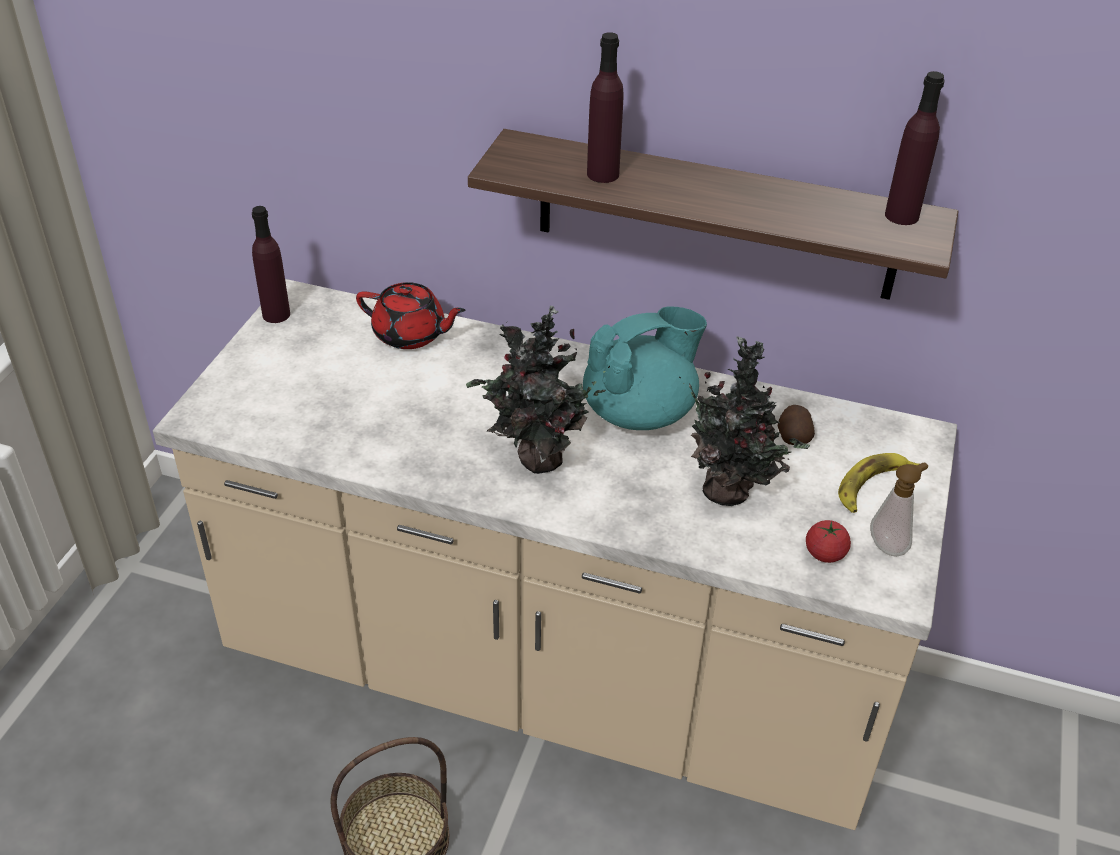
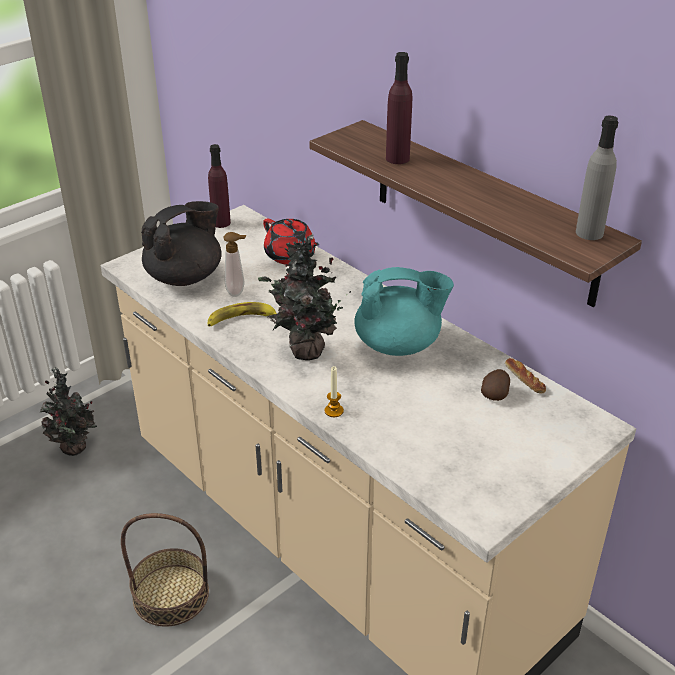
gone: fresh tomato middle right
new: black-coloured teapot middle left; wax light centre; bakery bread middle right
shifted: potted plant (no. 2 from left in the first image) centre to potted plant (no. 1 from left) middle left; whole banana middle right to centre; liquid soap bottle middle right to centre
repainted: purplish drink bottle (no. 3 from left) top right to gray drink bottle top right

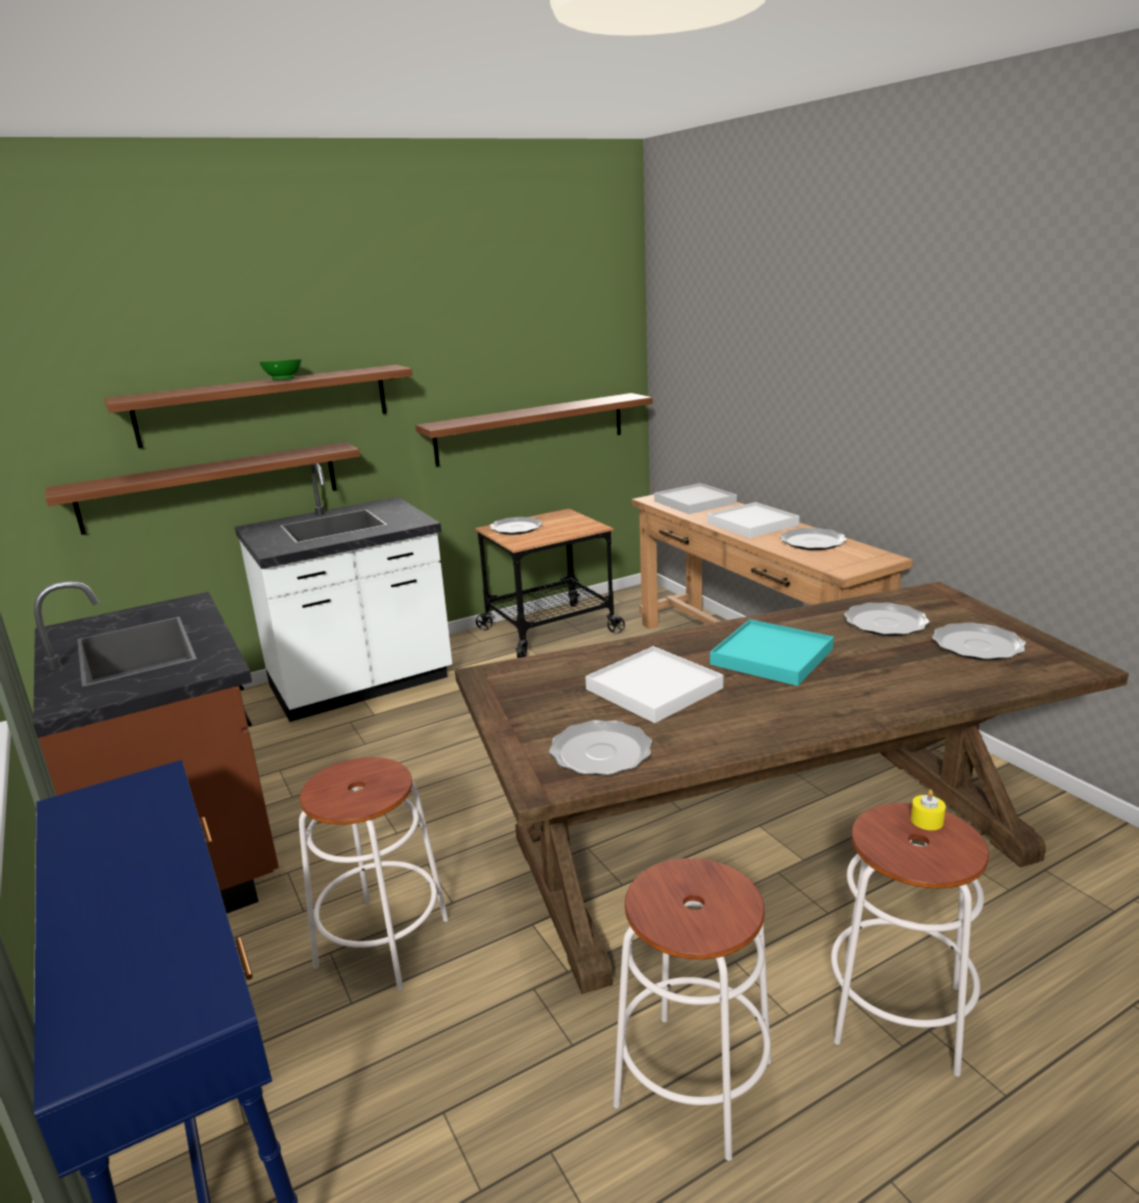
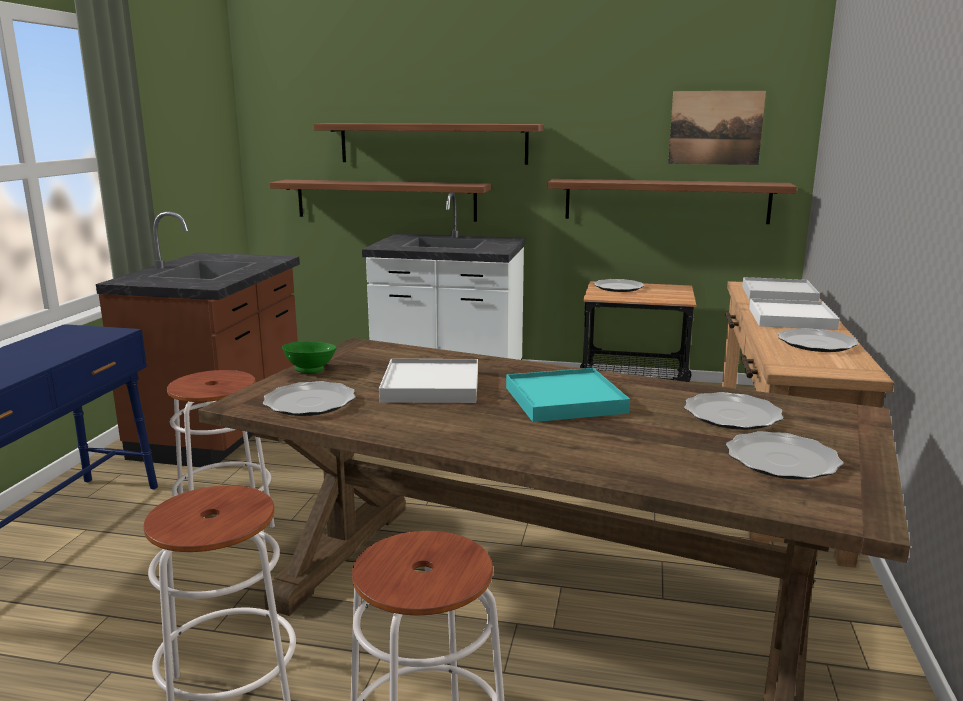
gone: yellow-coloured wax light bottom right
new: wall art top right
shifted: greenish serving bowl top left to middle left

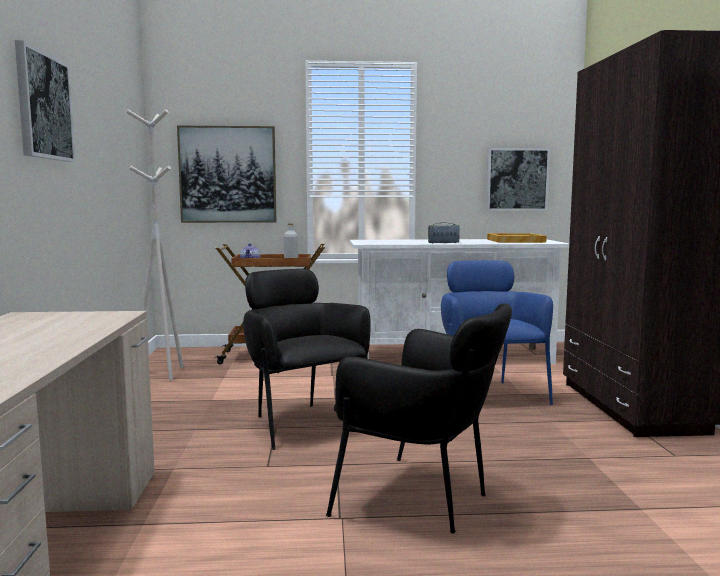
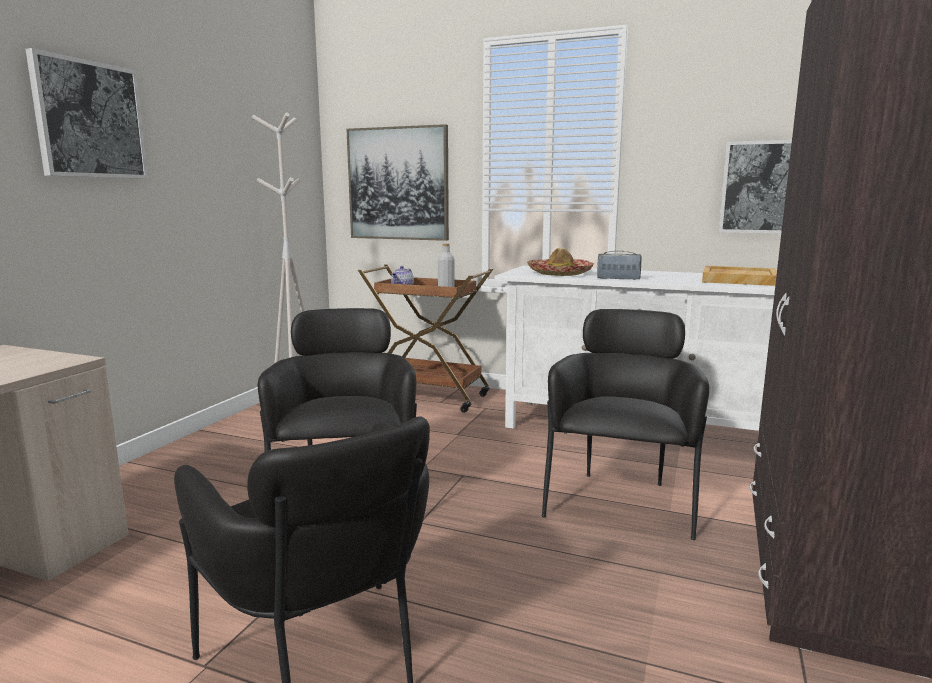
new: clothing hat centre
repainted: blue-coloured easy chair middle right to black-coloured easy chair (no. 3 from left) middle right

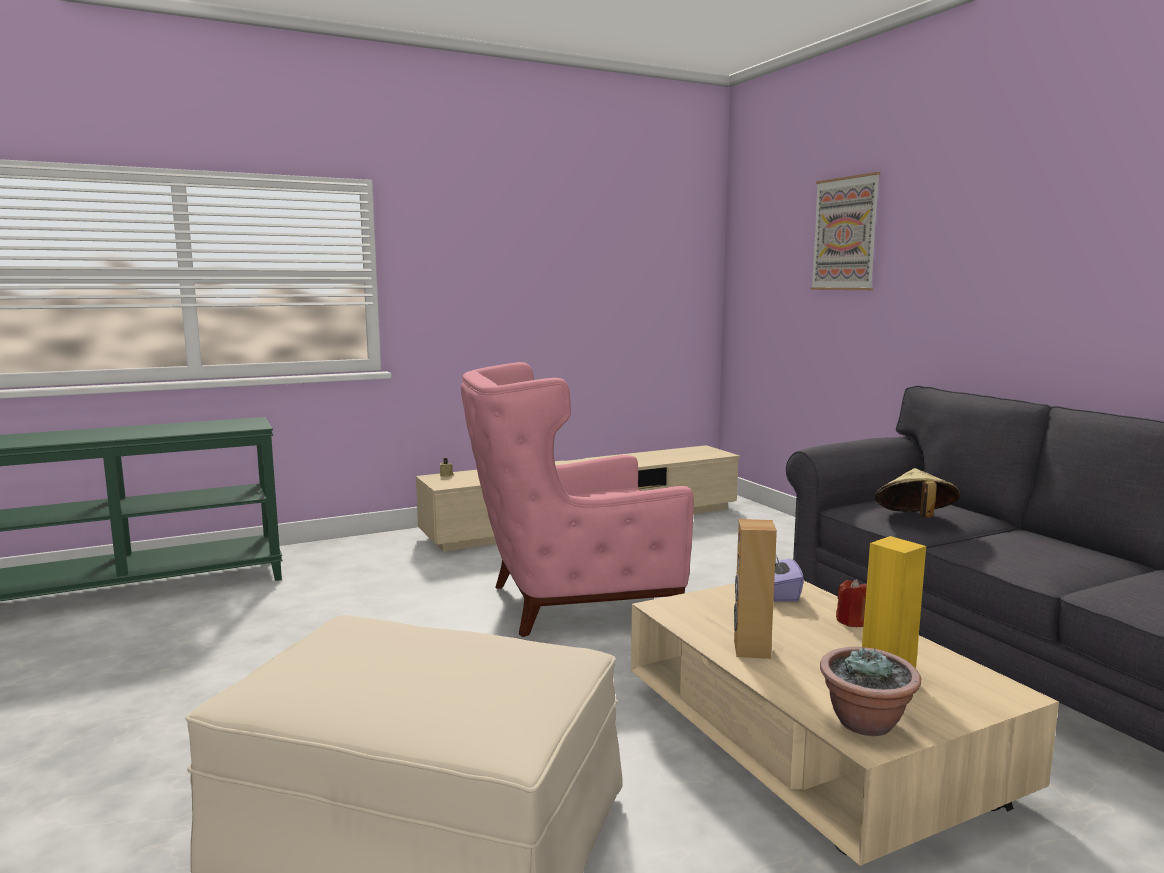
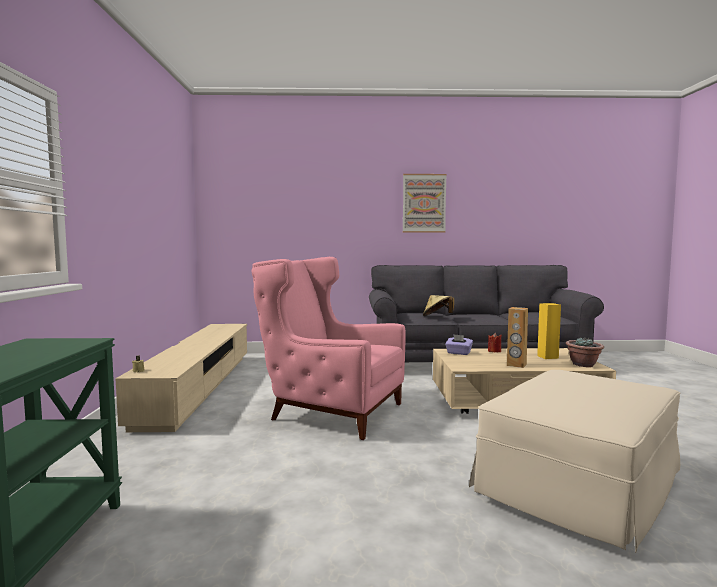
shifted: wall art top right to centre
rotated: pink-coloured easy chair centre = centre 105 degrees clockwise

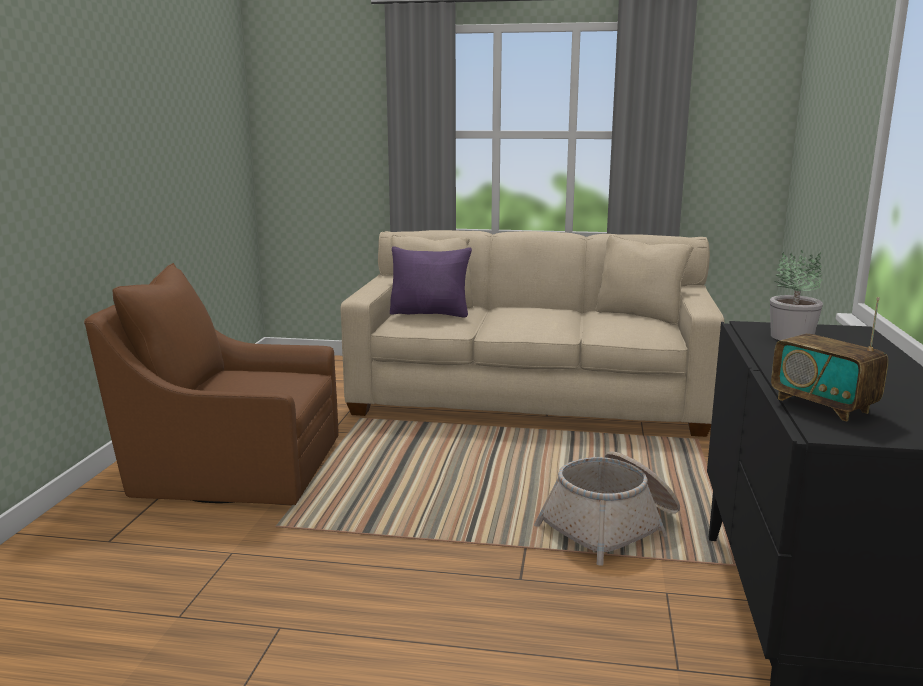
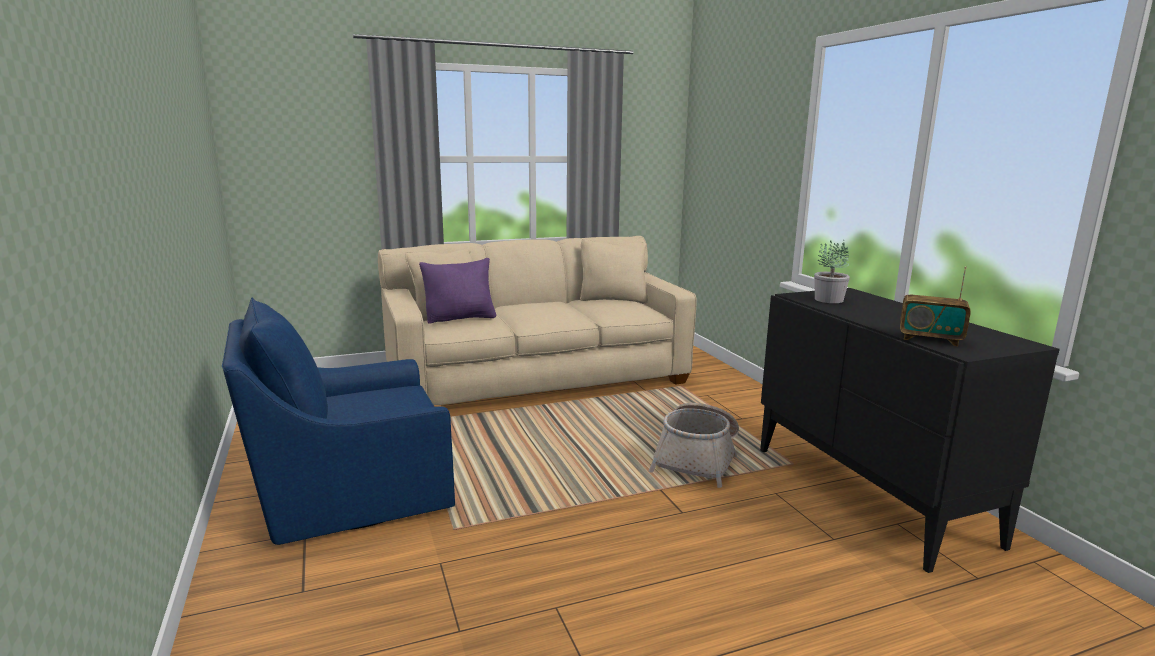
repainted: brown-coloured easy chair middle left to blue-coloured easy chair middle left

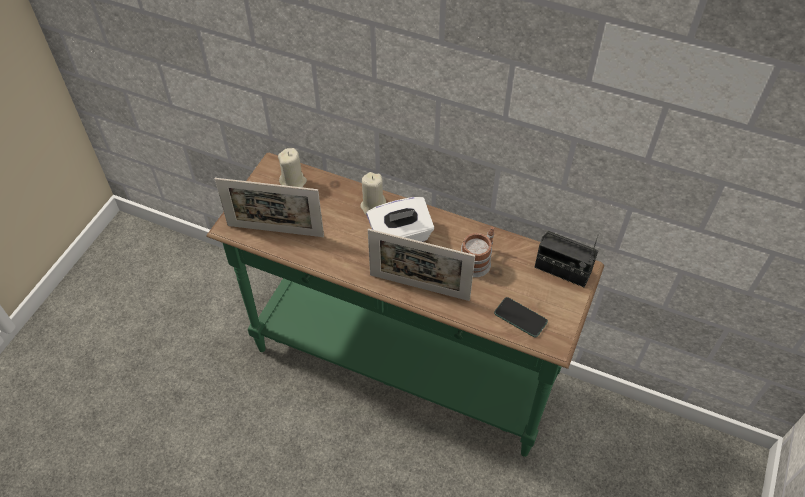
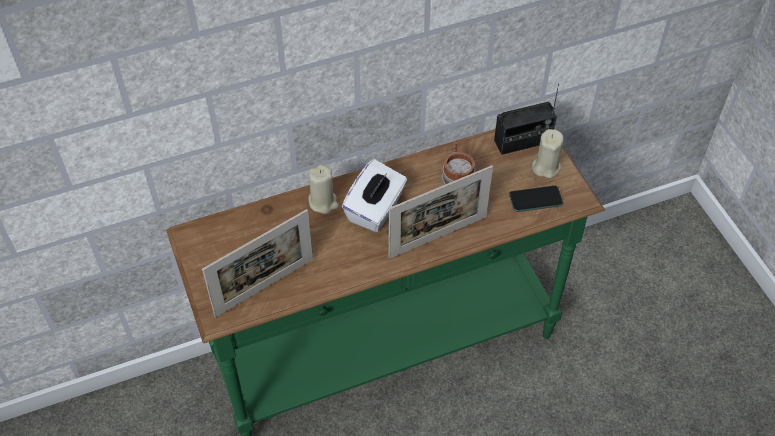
shifted: beige-coloured wax light (no. 1 from left in the first image) centre to beige-coloured wax light (no. 2 from left) middle right

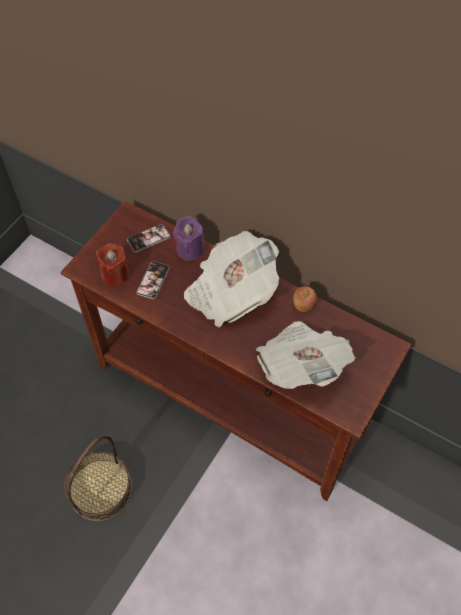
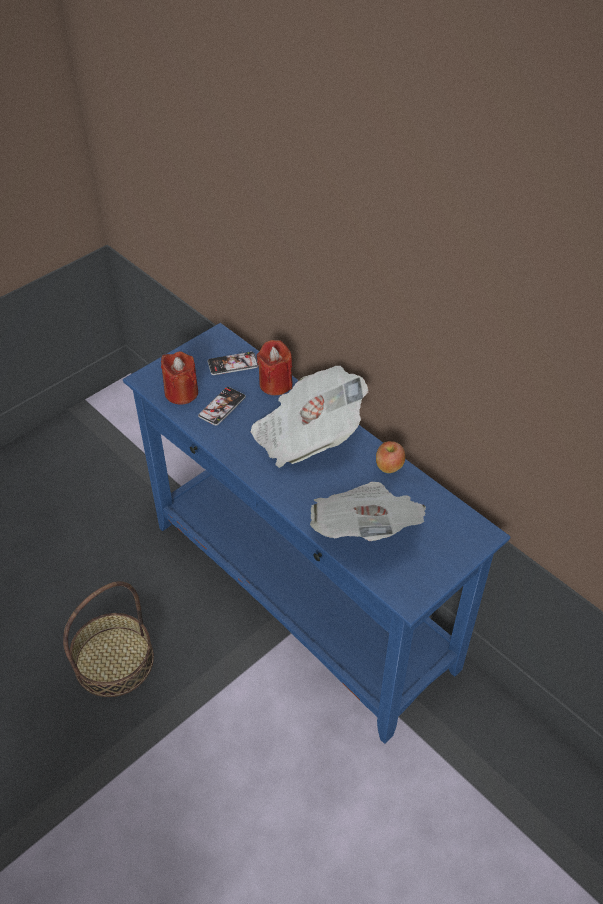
repainted: brown-coloured narrow table centre to blue-coloured narrow table centre; purplish wax light centre to reddish wax light (no. 2 from left) centre

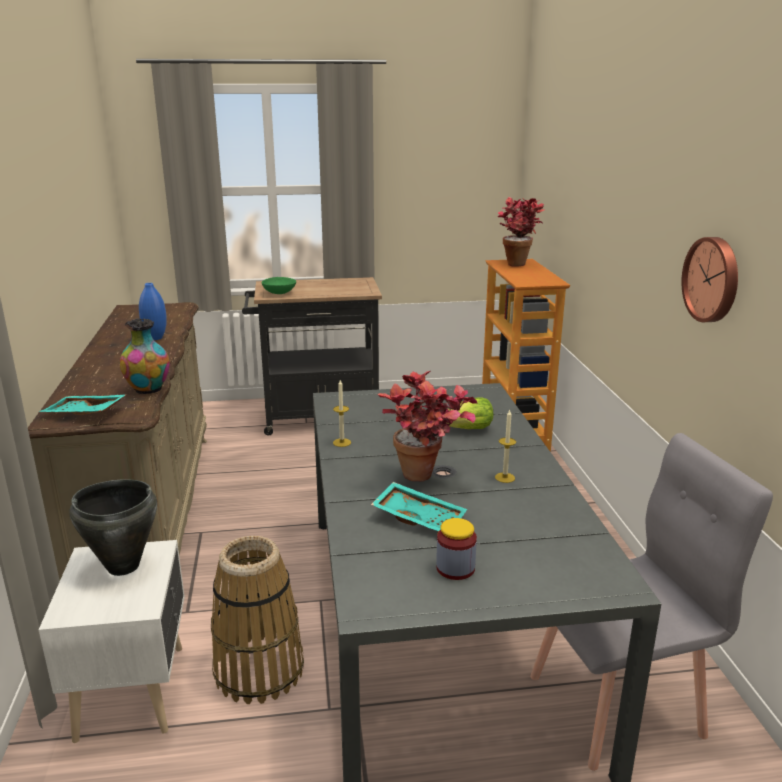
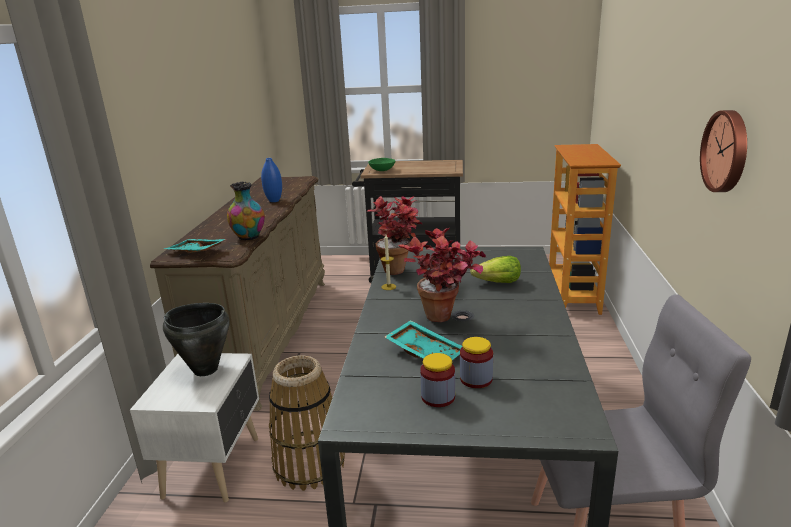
gone: wax light (no. 2 from left) centre
new: preserve jar (no. 2 from left) bottom centre
shifted: potted plant (no. 2 from left in the first image) top centre to potted plant (no. 1 from left) centre

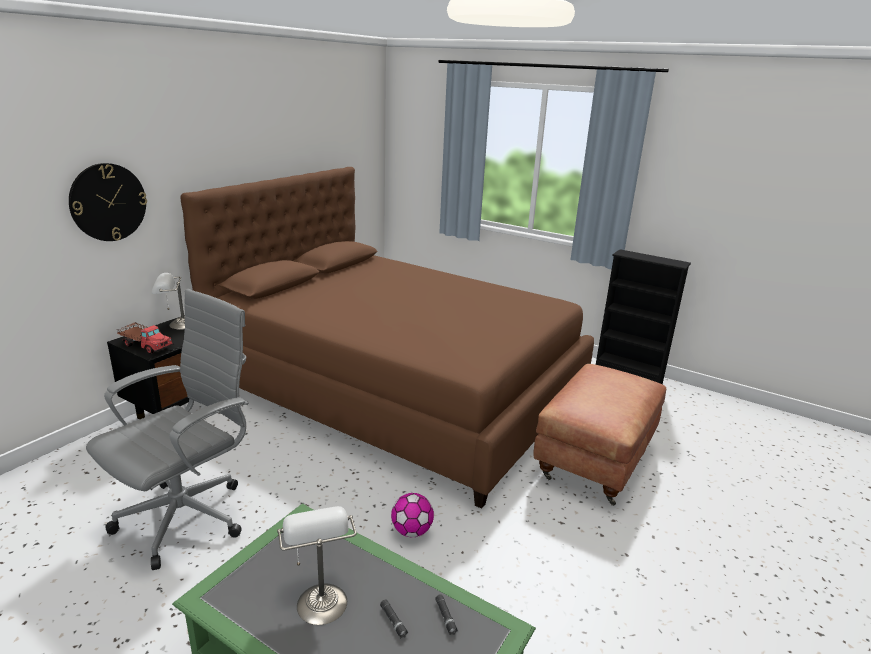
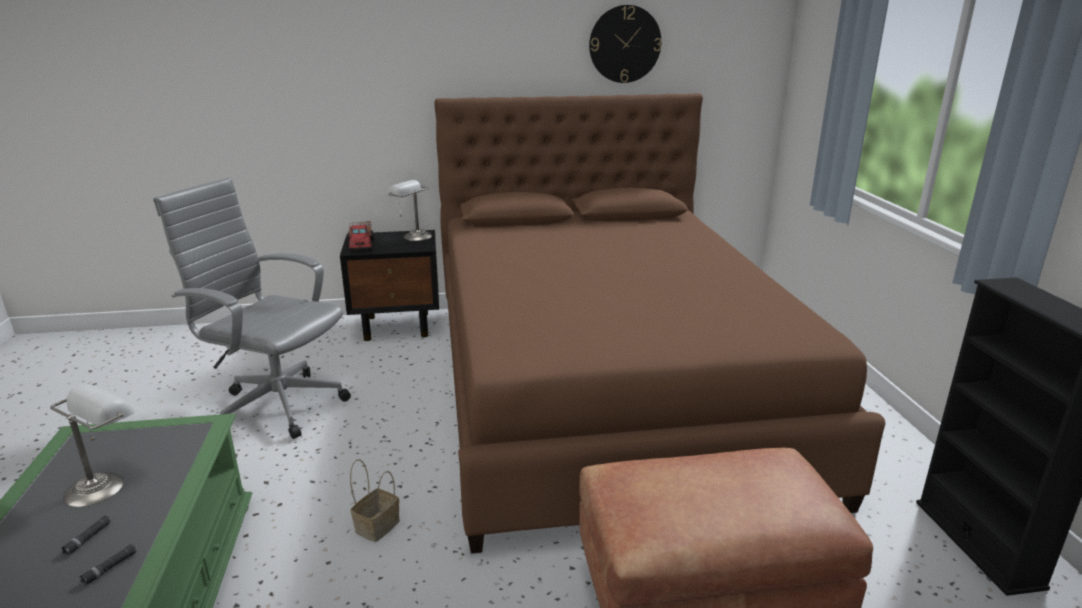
shifted: hanging clock top left to top centre
swapped: football bottom centre to household basket bottom centre
rotated: gray office chair middle left = middle left 150 degrees counterclockwise

